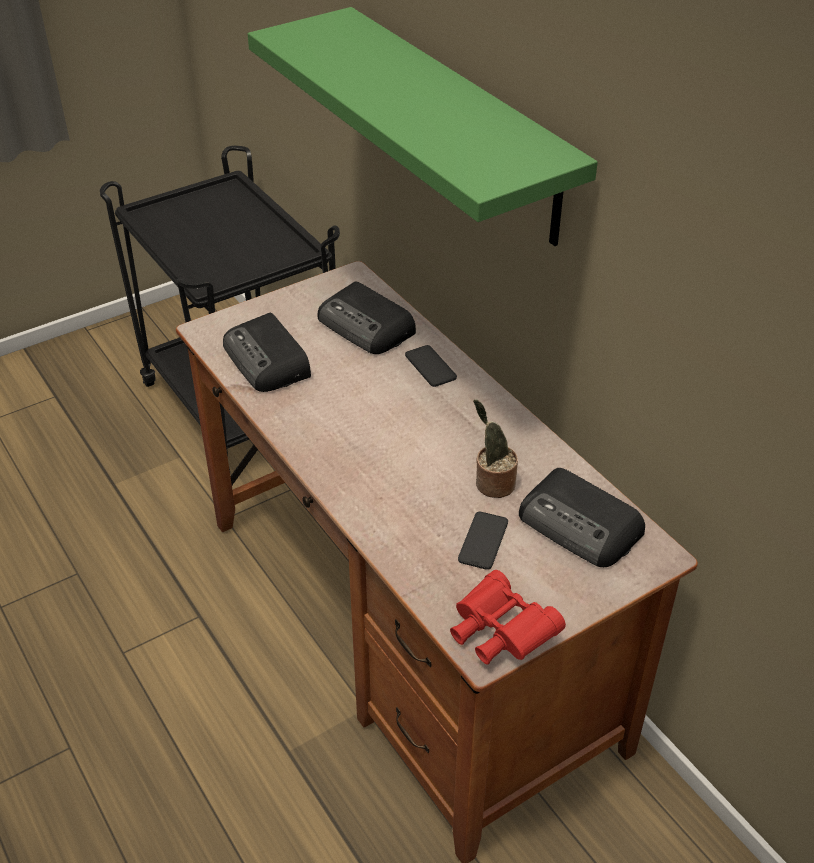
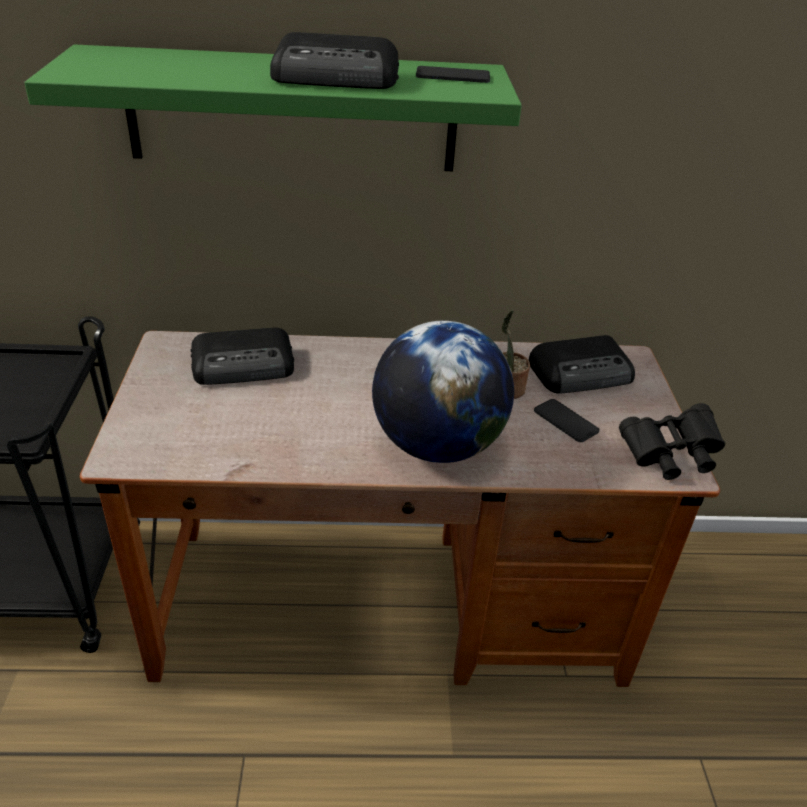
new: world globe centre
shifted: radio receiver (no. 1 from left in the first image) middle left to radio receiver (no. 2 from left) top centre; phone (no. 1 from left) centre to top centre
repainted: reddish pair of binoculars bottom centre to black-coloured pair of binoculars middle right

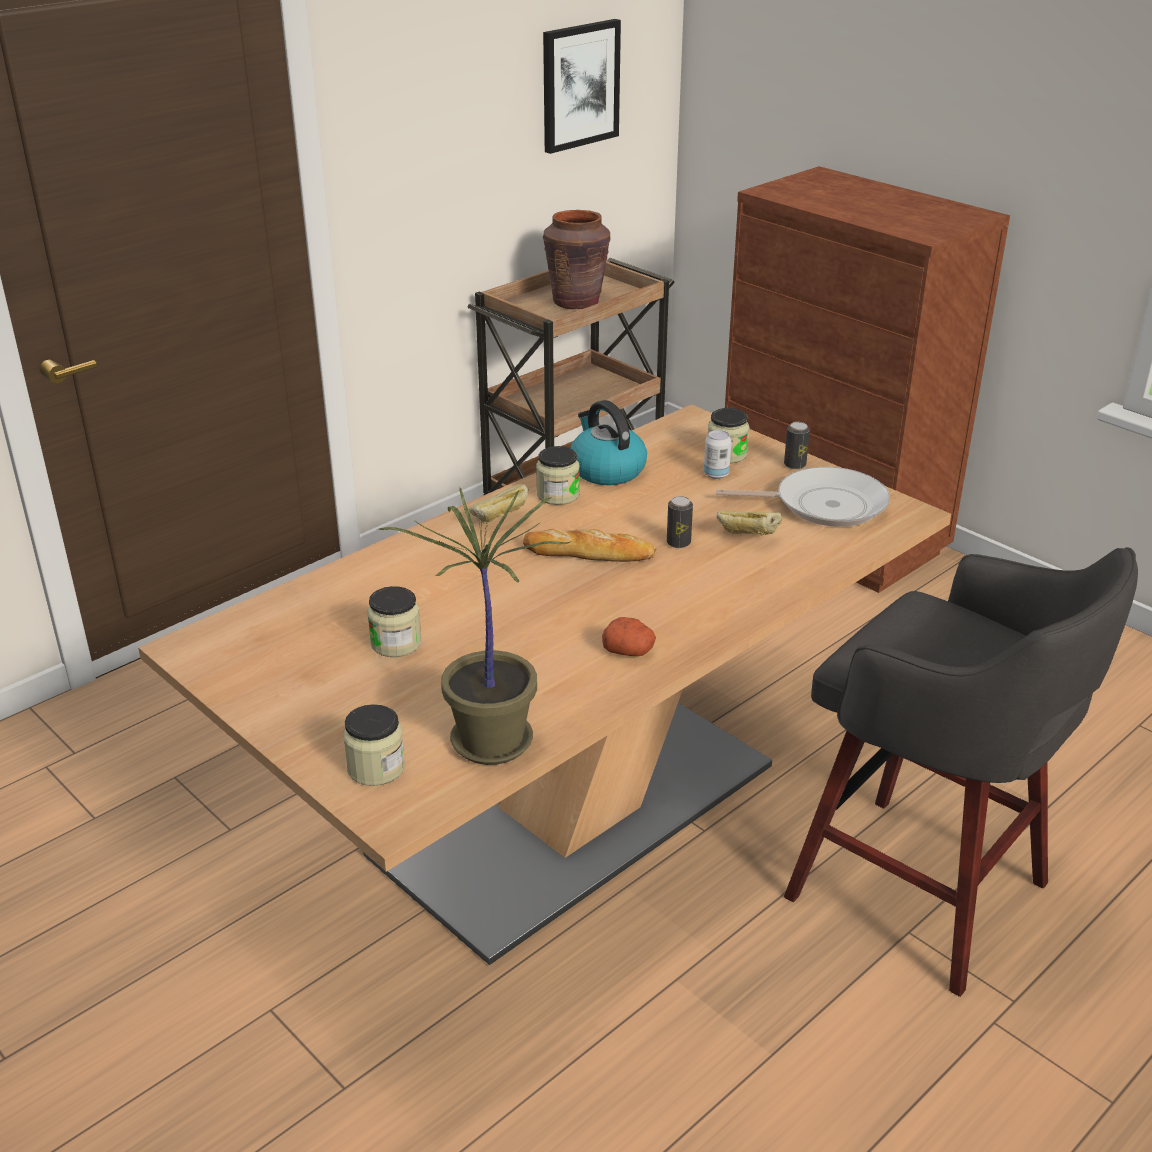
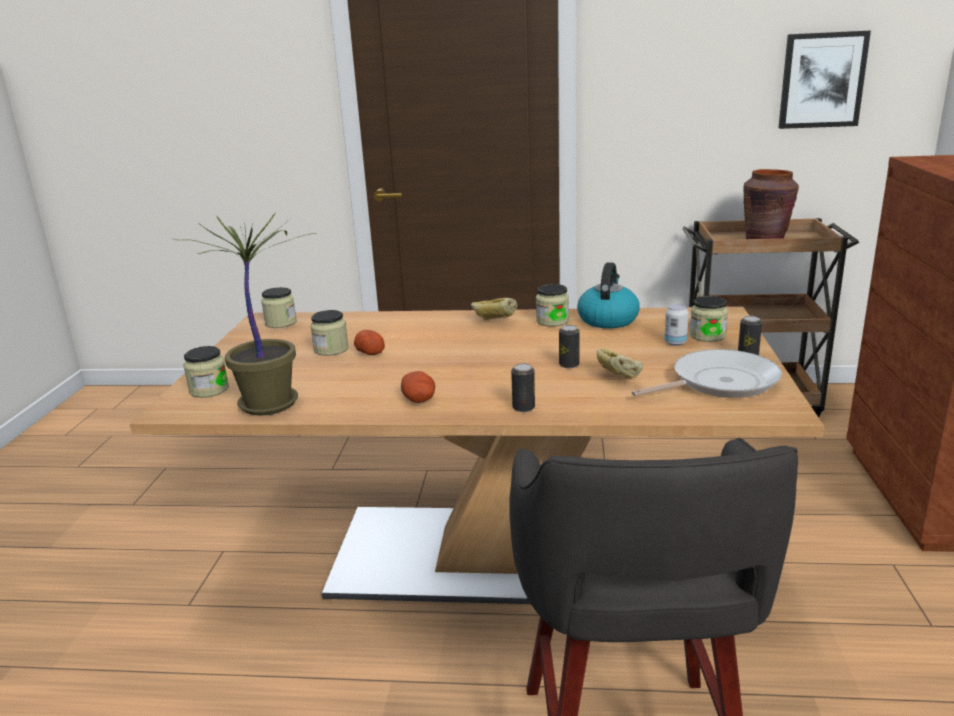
gone: bakery bread (no. 2 from left) centre
new: preserve jar (no. 2 from left) middle left; spud (no. 1 from left) centre; metal can (no. 1 from left) centre
rotated: skillet middle right = middle right 75 degrees counterclockwise

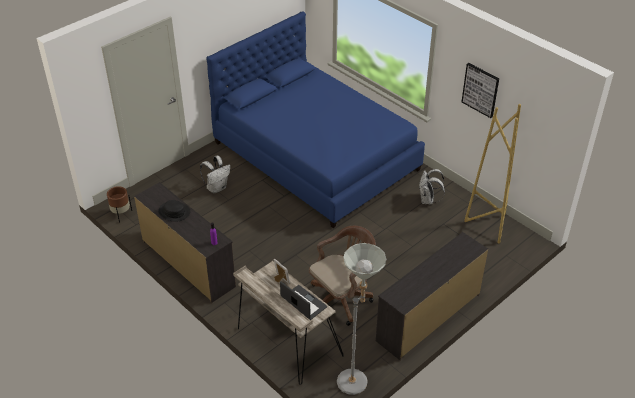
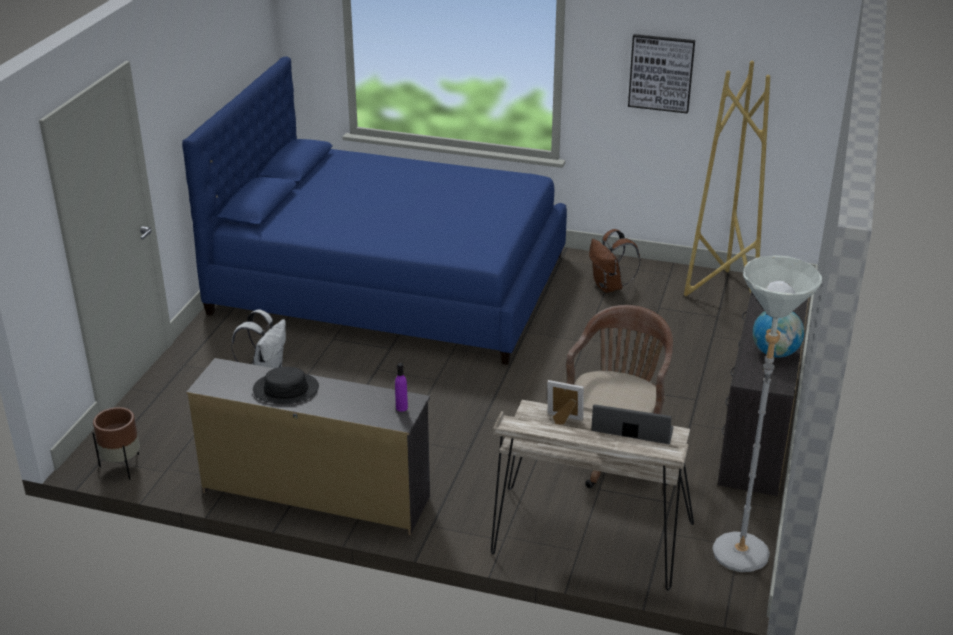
new: world globe middle right
repainted: white backpack (no. 2 from left) middle right to brown-coloured backpack centre

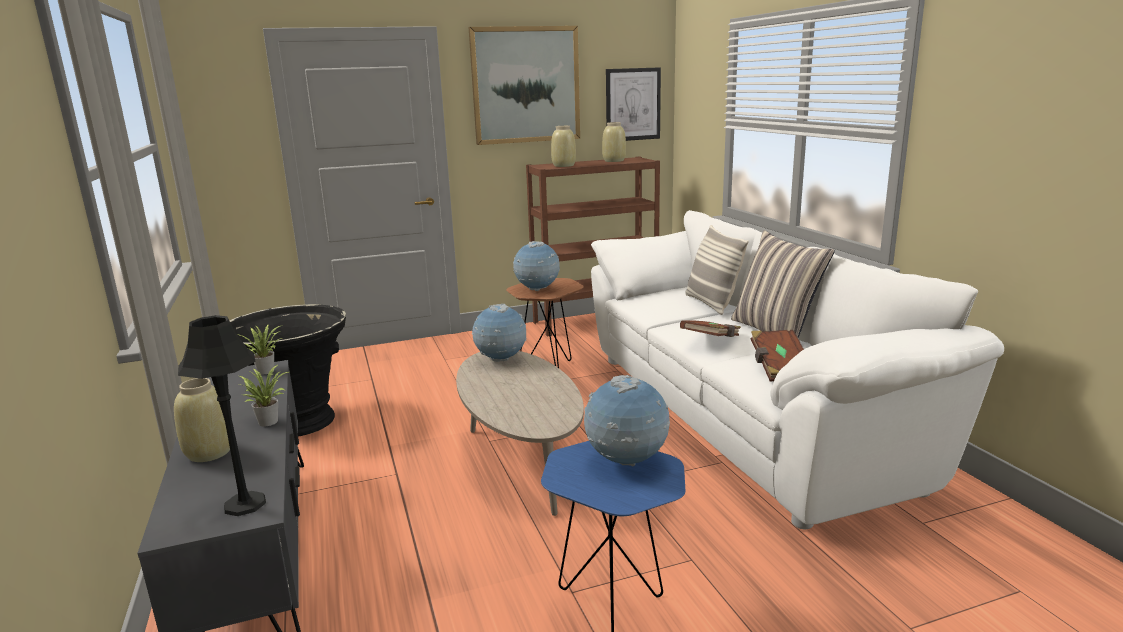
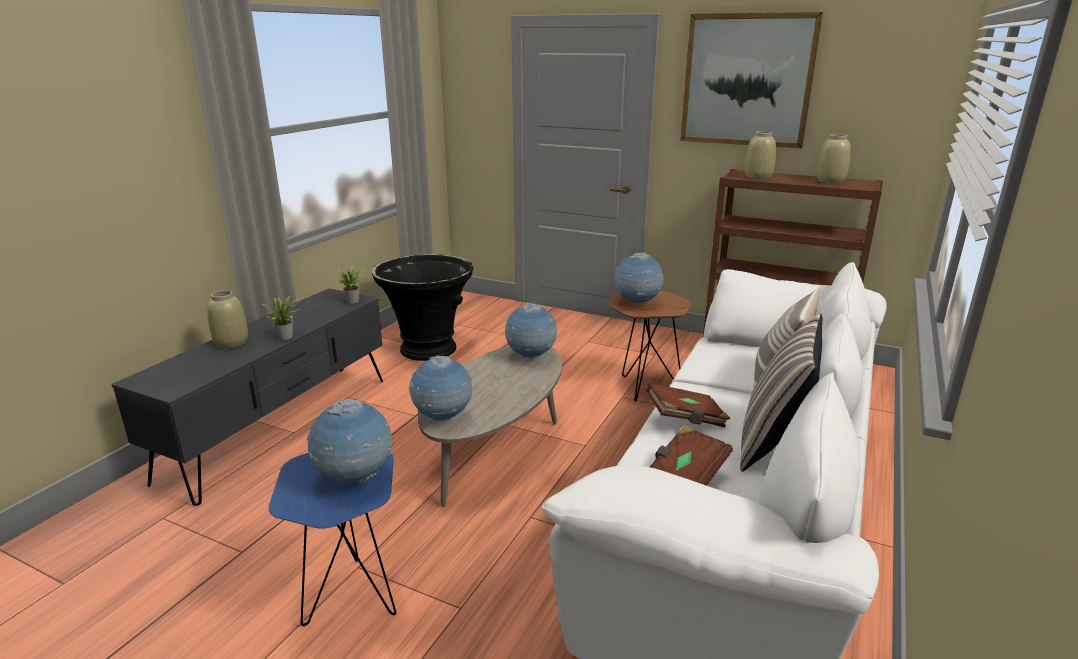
gone: black-coloured table lamp middle left; wall art (no. 2 from left) top centre
new: world globe (no. 2 from left) centre

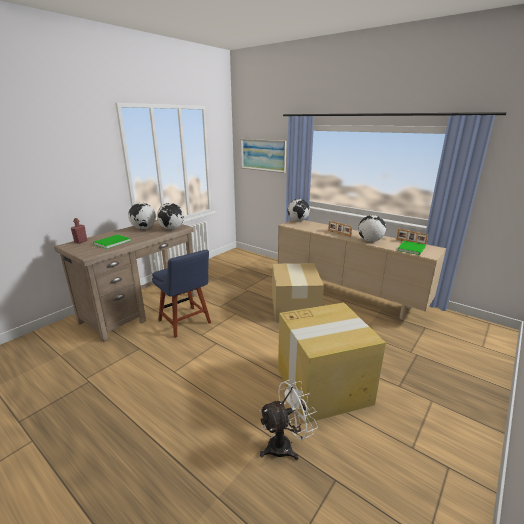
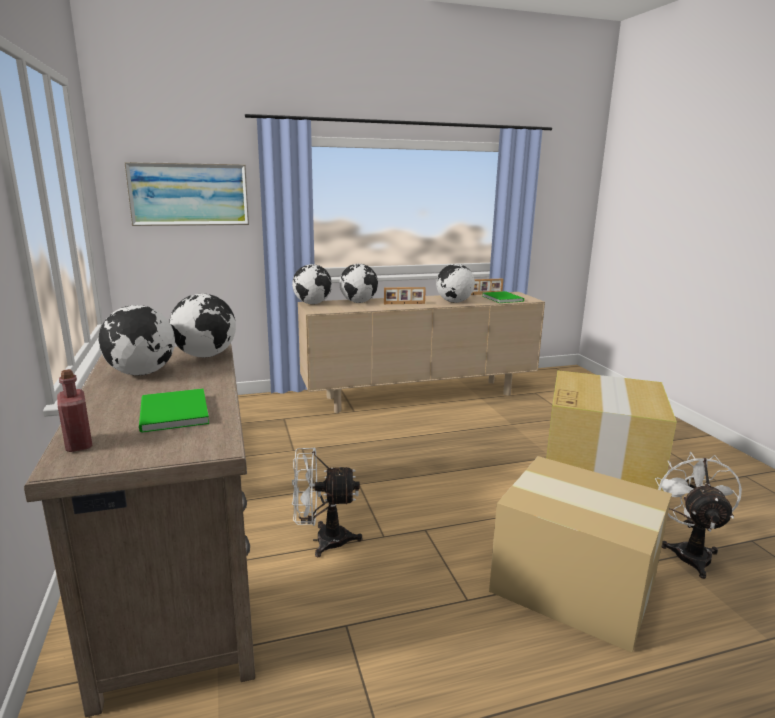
new: world globe (no. 4 from left) centre
shifted: cardboard box (no. 1 from left) centre to bottom right
swapped: blue-coloured plain chair centre to white cooling fan (no. 1 from left) bottom centre

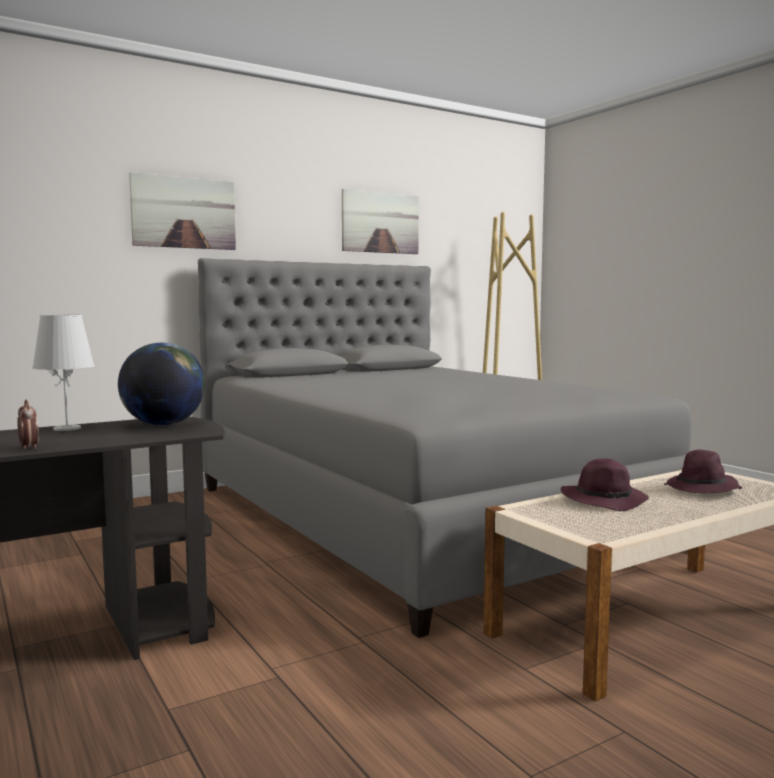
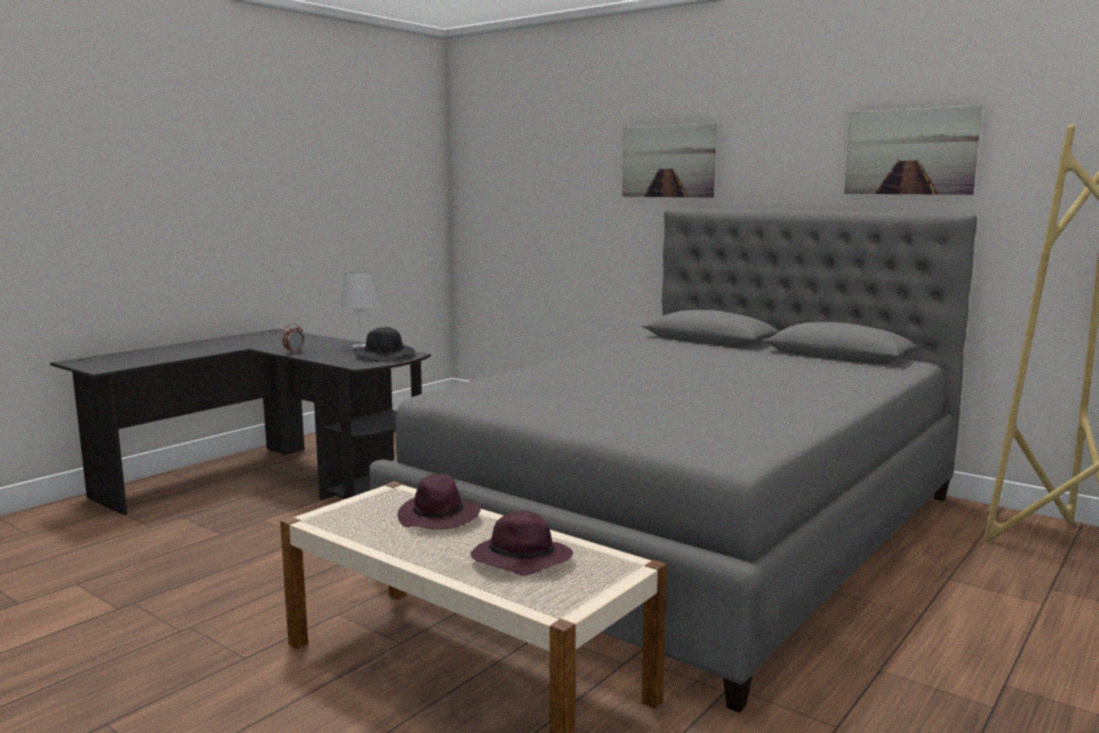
swapped: world globe middle left to black-coloured clothing hat centre

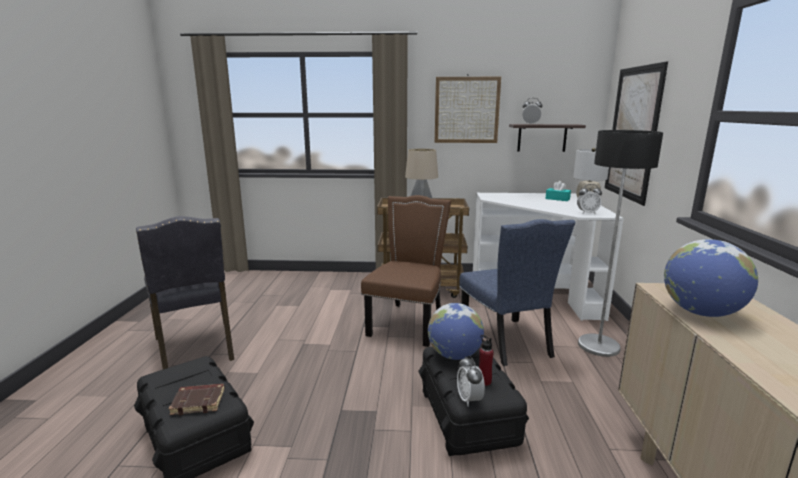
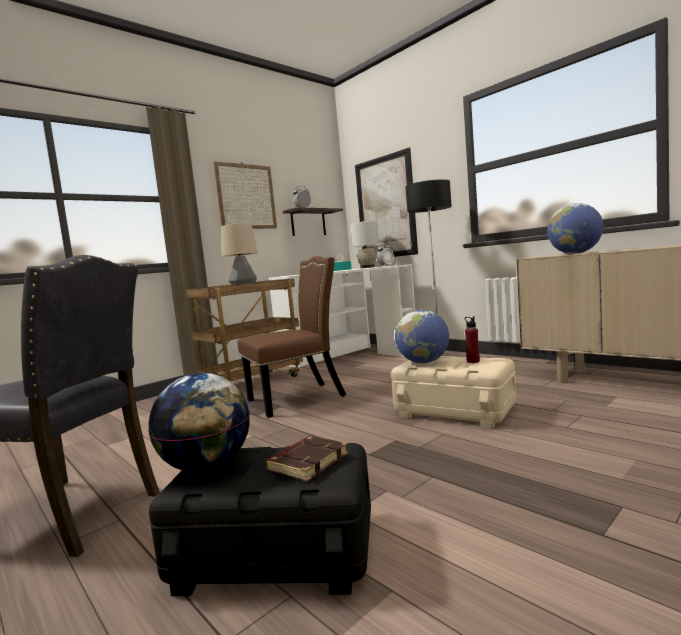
gone: bedside clock (no. 1 from left) bottom centre; blue-coloured plain chair centre
new: world globe (no. 1 from left) middle left
repainted: black-coloured storage container (no. 2 from left) bottom centre to beige-coloured storage container centre
rotated: brown-coloured plain chair centre = centre 90 degrees clockwise

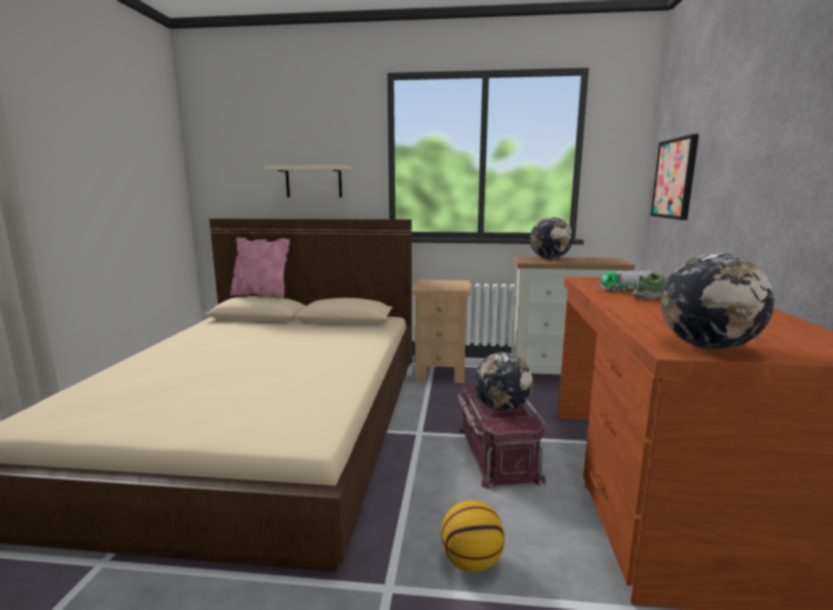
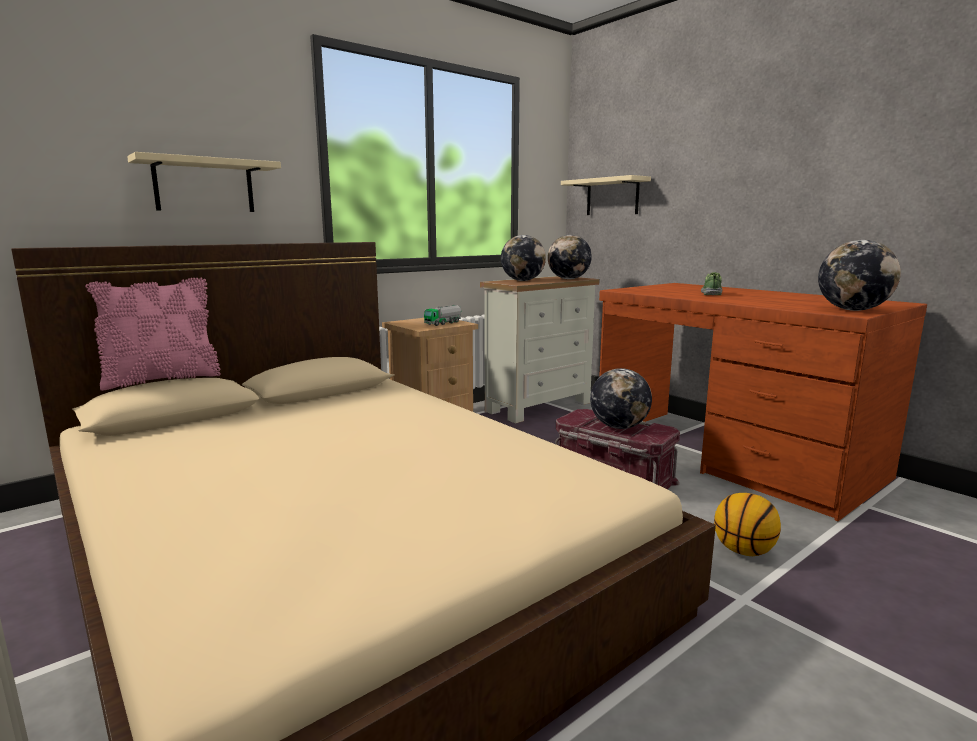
new: world globe (no. 2 from left) centre
shifted: toy lorry middle right to centre
swapped: wall art top right to beige-coloured bracket shelf (no. 2 from left) top centre

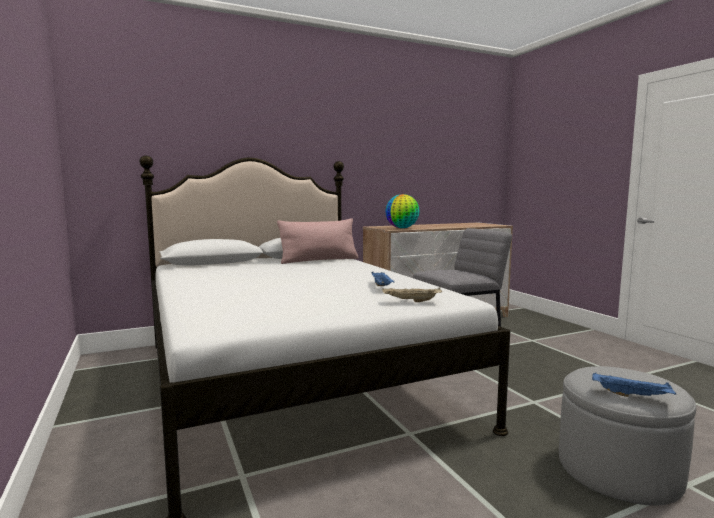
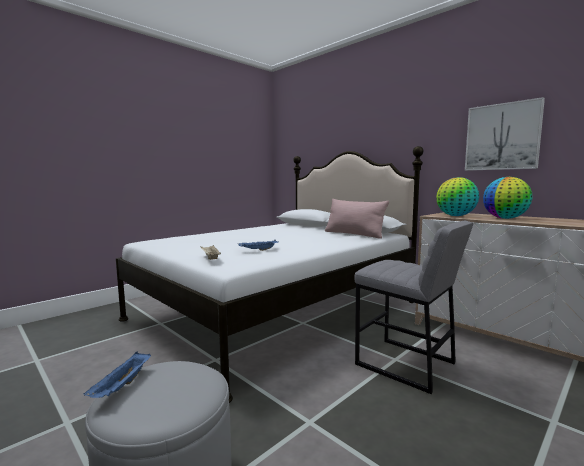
new: wall art top right; world globe (no. 2 from left) middle right

